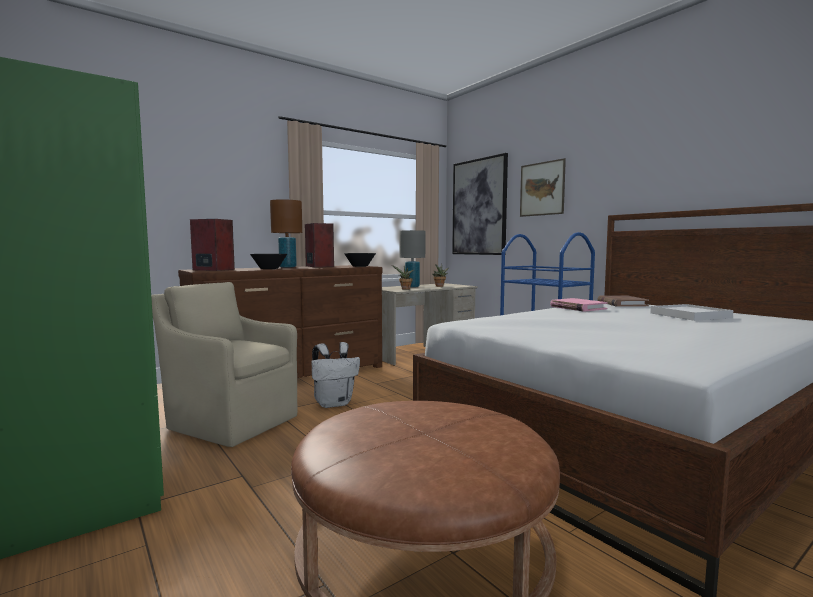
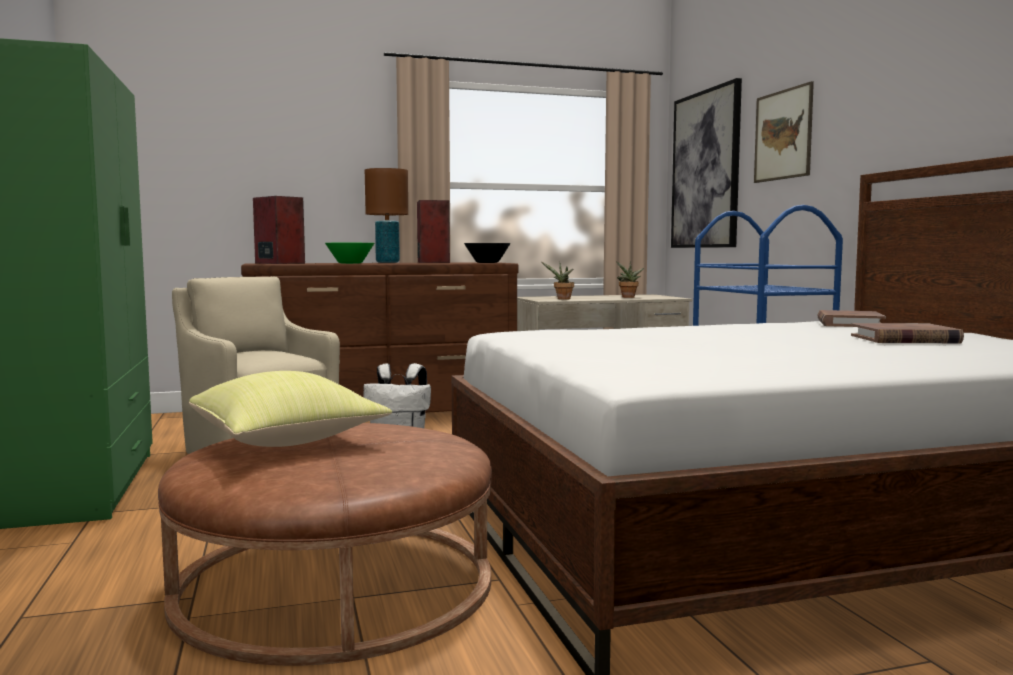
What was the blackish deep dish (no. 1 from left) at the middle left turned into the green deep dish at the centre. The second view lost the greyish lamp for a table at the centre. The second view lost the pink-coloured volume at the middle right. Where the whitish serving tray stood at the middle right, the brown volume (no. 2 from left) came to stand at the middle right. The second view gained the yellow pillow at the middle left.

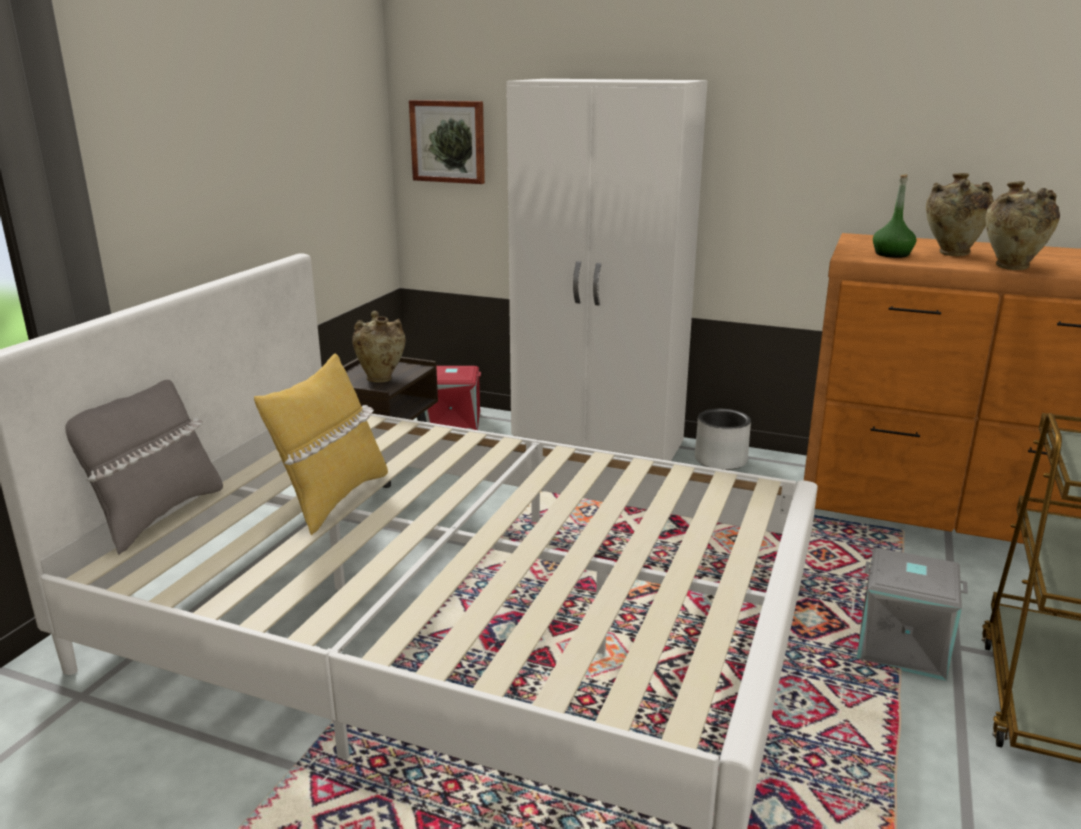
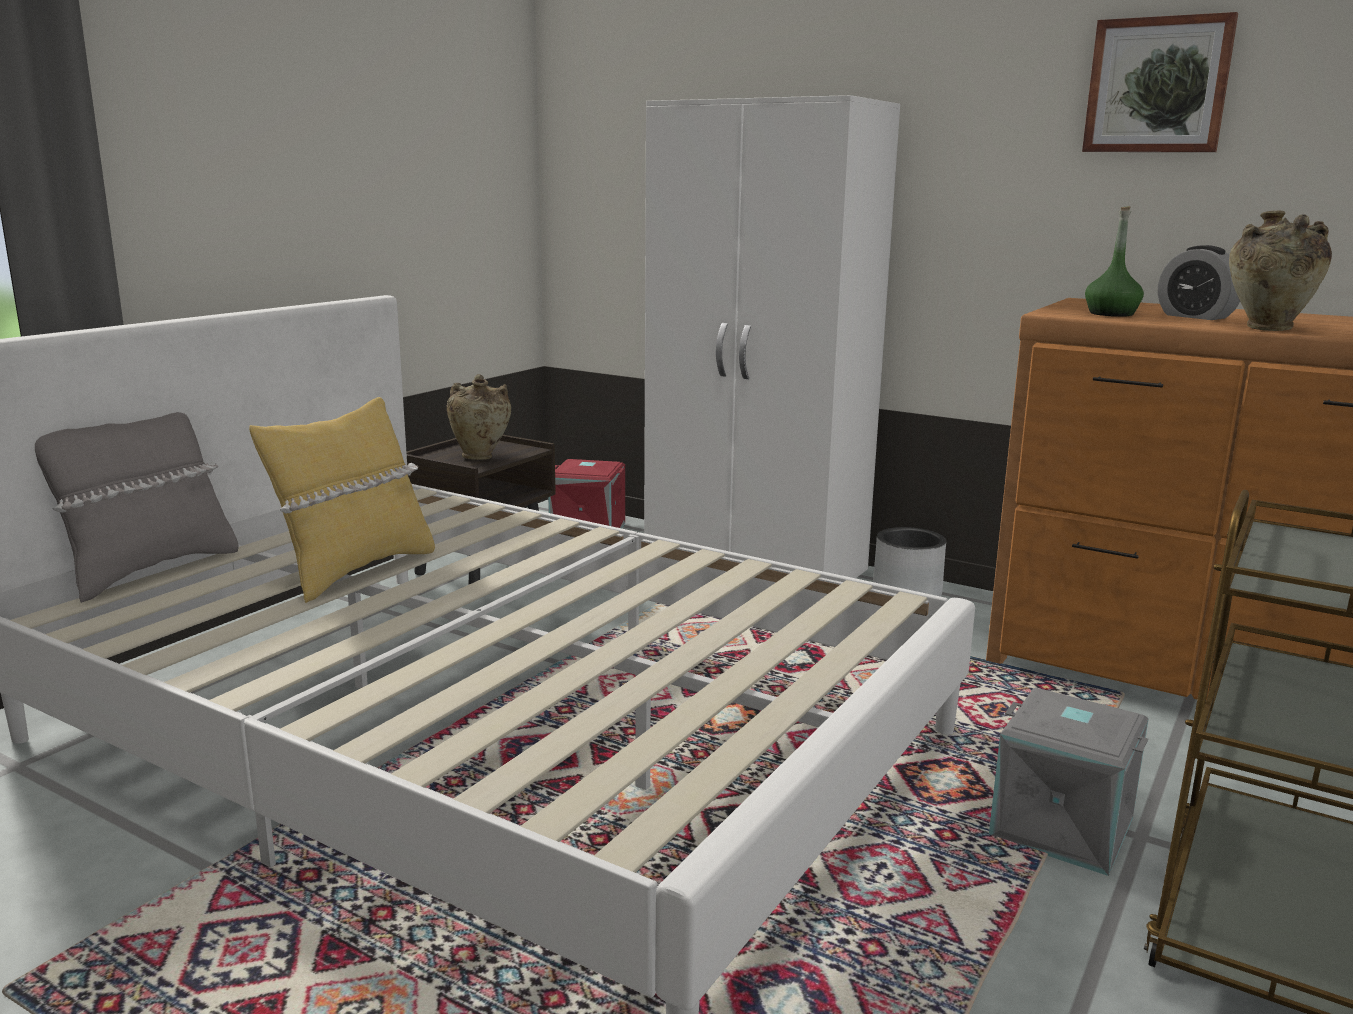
The wall picture ended up elsewhere, having gone from the top centre to the top right. Where the beige decorative vase (no. 2 from left) stood at the top right, the bedside clock came to stand at the top right.

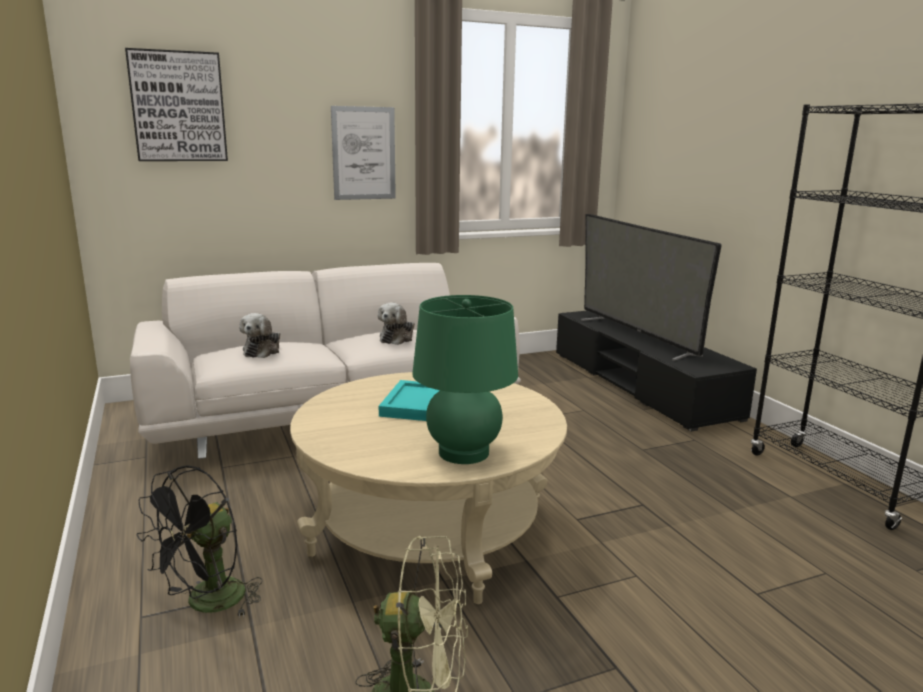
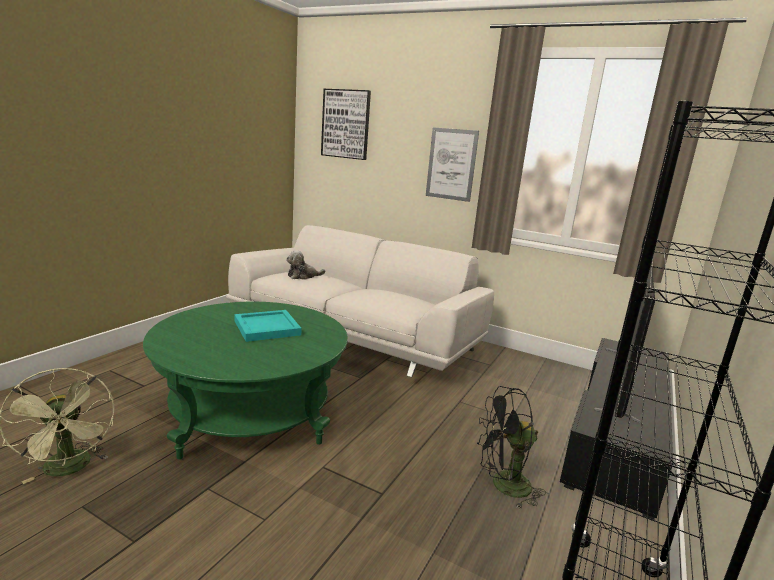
The blackish fan ended up elsewhere, having gone from the bottom left to the bottom centre. What was the beige coffee table at the bottom centre turned into the green coffee table at the middle left. The second view lost the plush toy (no. 2 from left) at the centre. The second view lost the green lamp for a table at the centre.

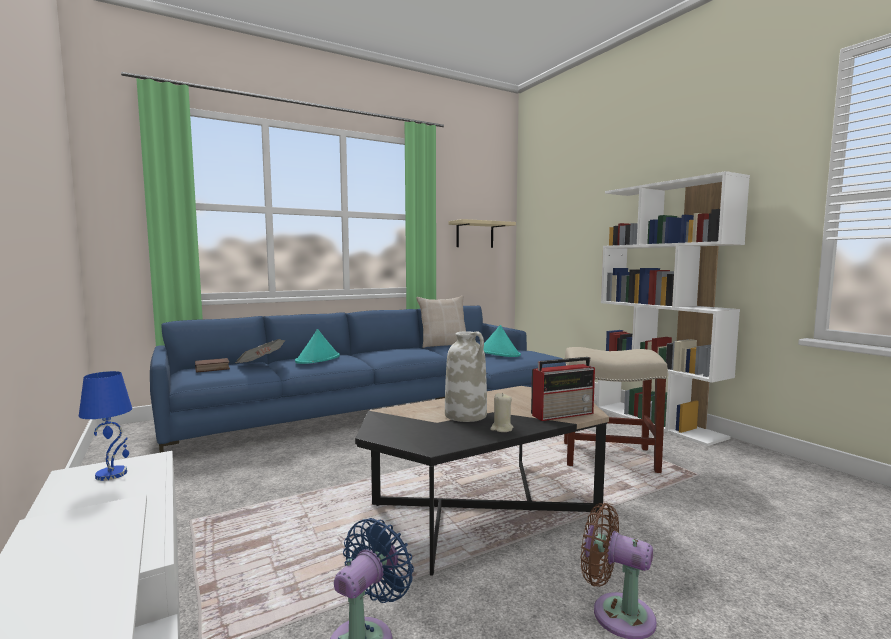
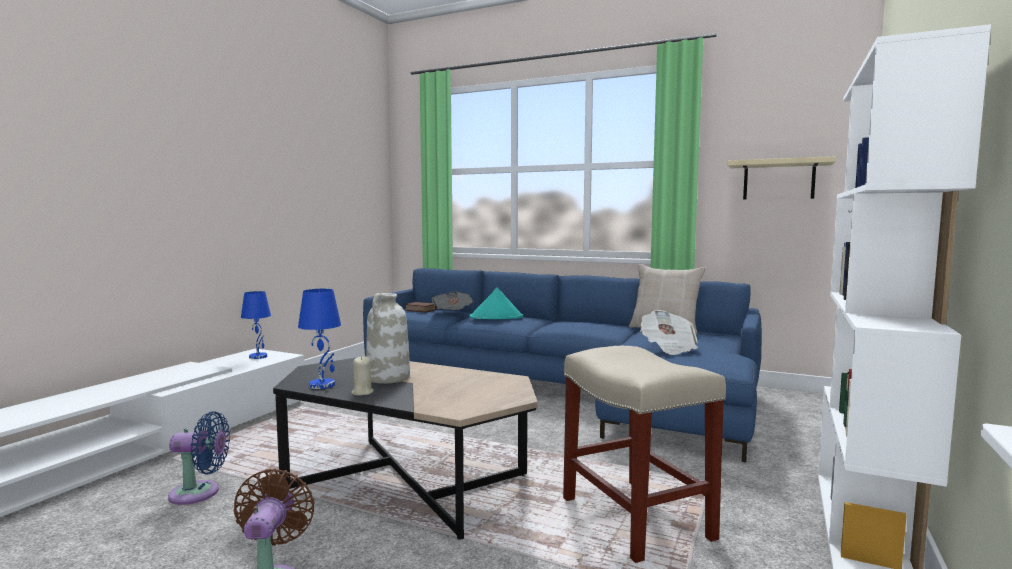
Where the blue-green wearable hat (no. 2 from left) stood at the centre, the newspaper (no. 2 from left) came to stand at the centre. The second view lost the radio receiver at the centre. The second view gained the bluish lamp for a table (no. 2 from left) at the middle left.

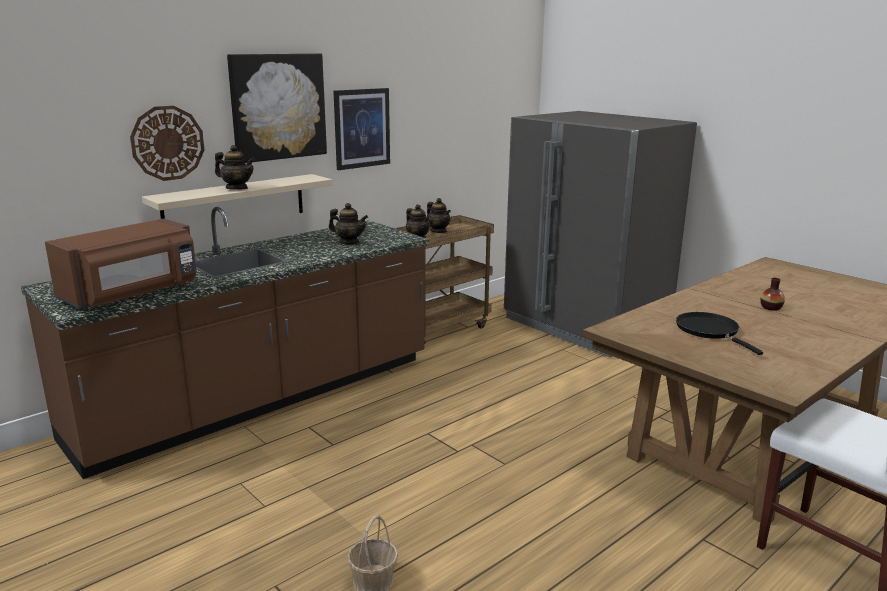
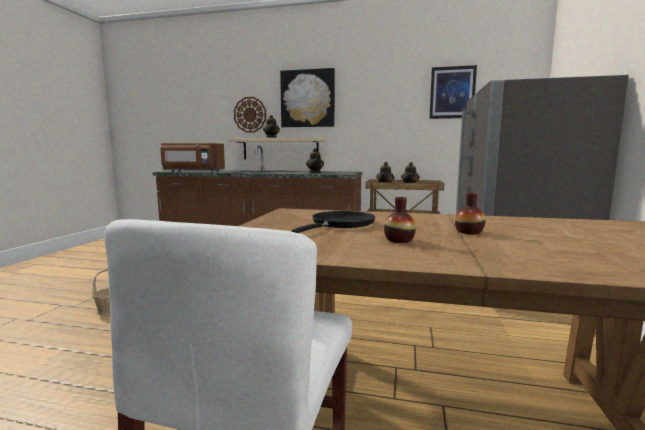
The wall picture (no. 2 from left) ended up elsewhere, having gone from the top centre to the top right. The second view gained the decorative vase (no. 1 from left) at the centre.

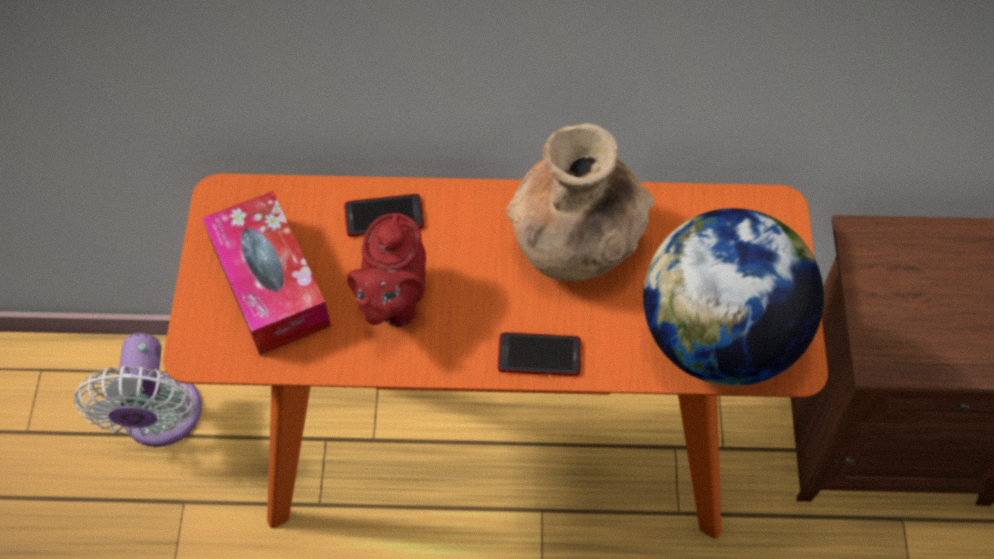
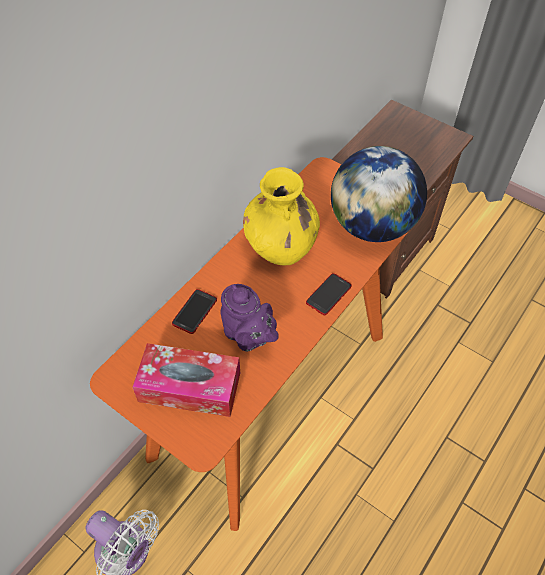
What was the reddish tea pot at the centre turned into the purple-coloured tea pot at the centre. What was the brown decorative vase at the centre turned into the yellow decorative vase at the centre.

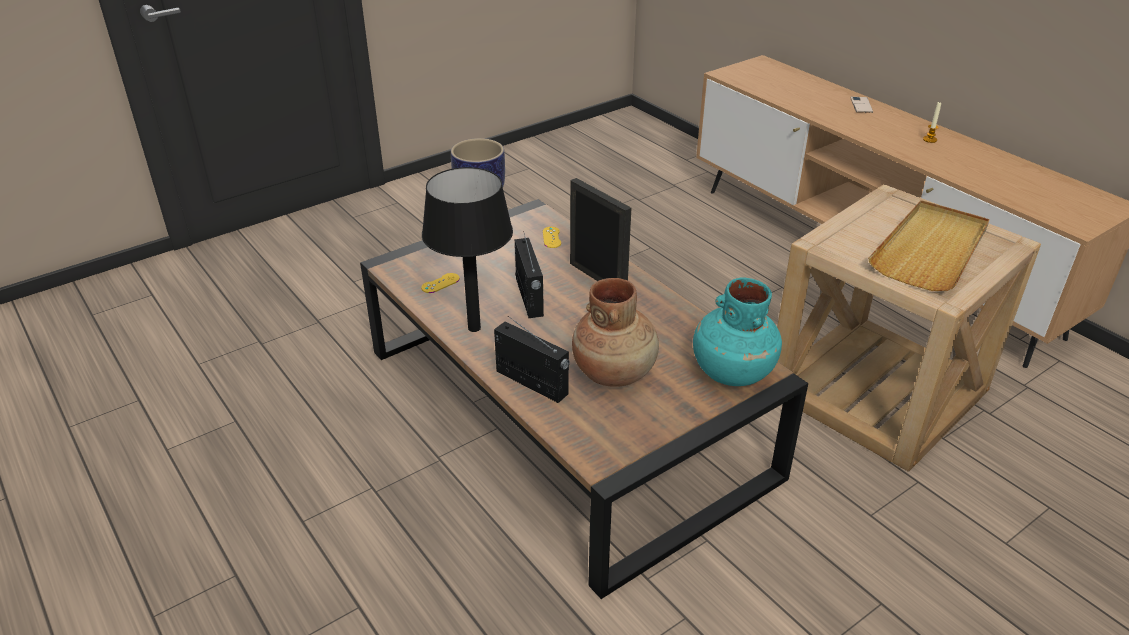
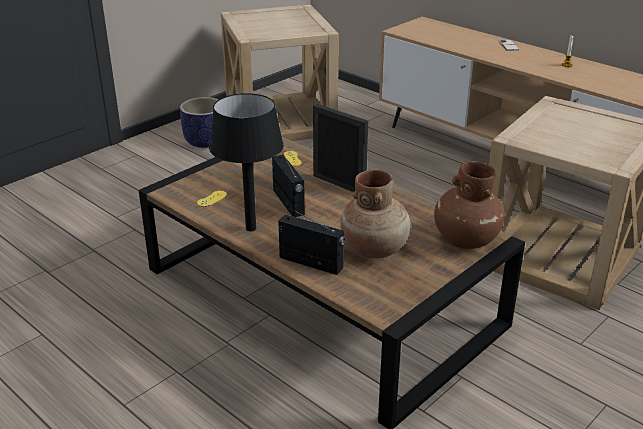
What was the blue-green decorative vase at the centre turned into the brown decorative vase (no. 2 from left) at the middle right. The second view lost the beige serving tray at the middle right. The second view gained the beige end table (no. 1 from left) at the top centre.

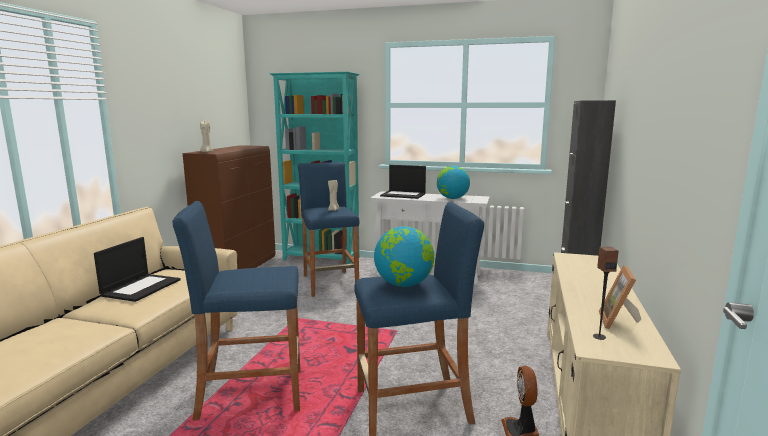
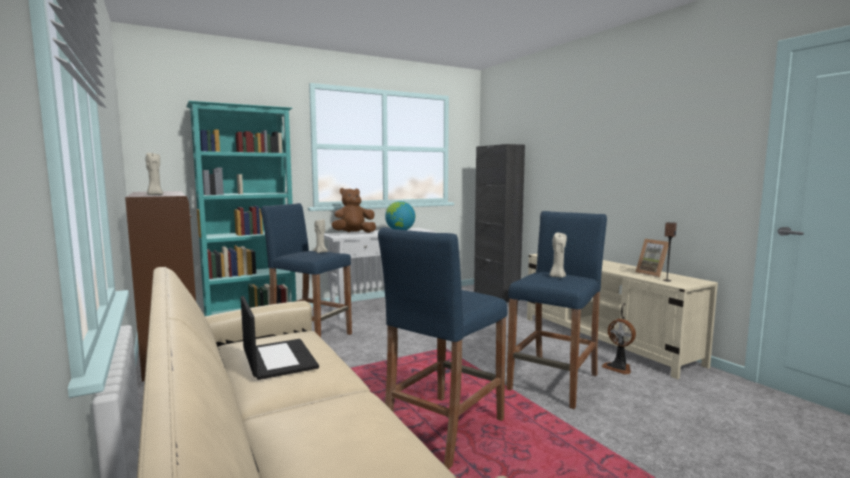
Where the globe (no. 1 from left) stood at the centre, the beige candle (no. 3 from left) came to stand at the centre. Where the laptop (no. 2 from left) stood at the centre, the brown plush toy came to stand at the centre.

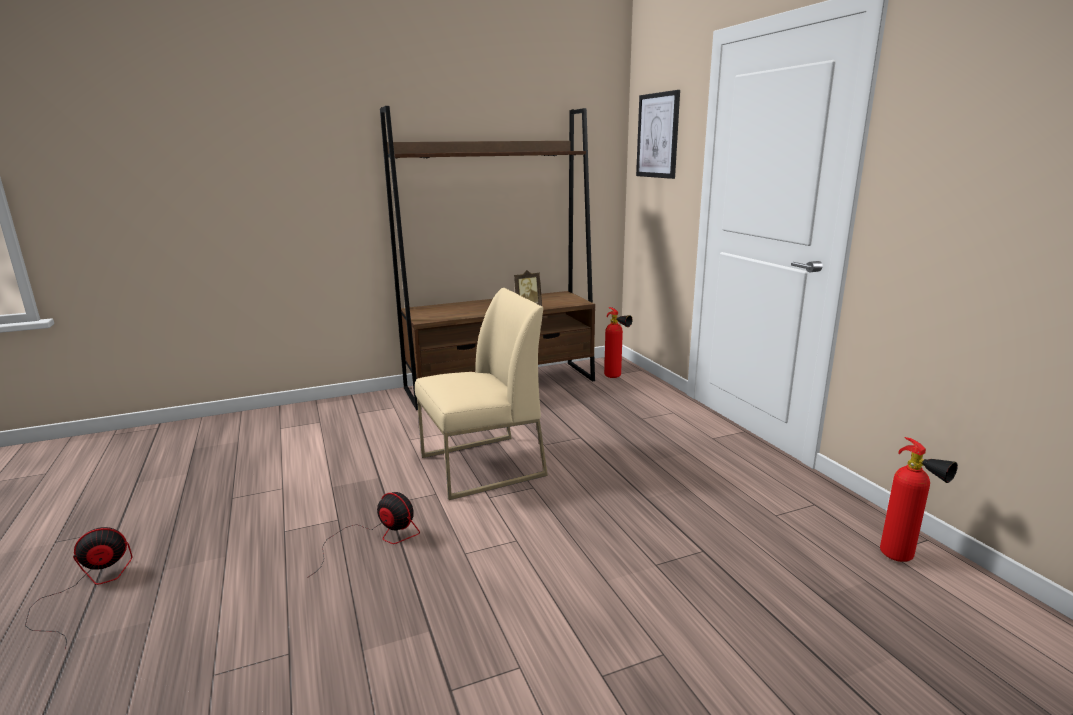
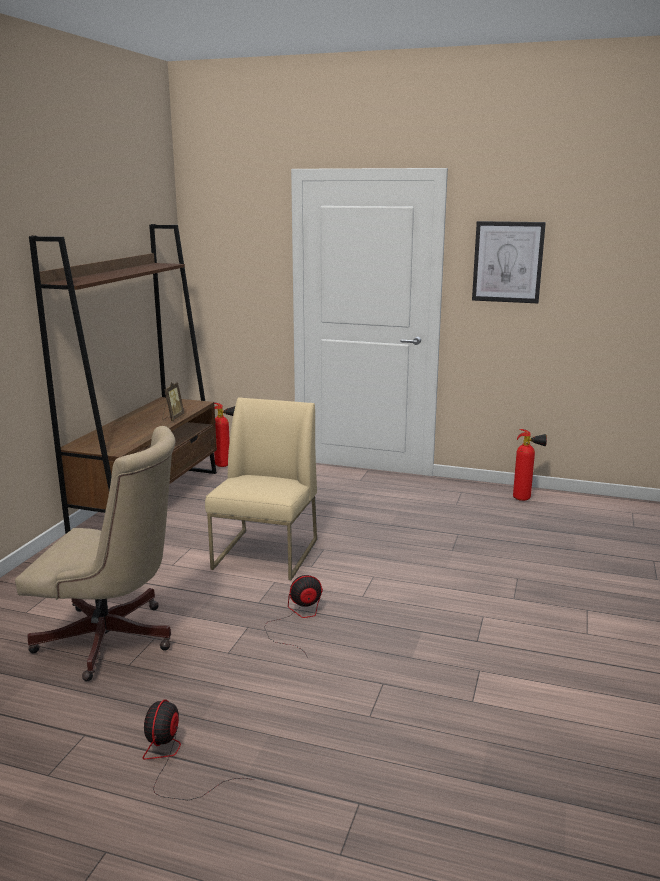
The wall picture ended up elsewhere, having gone from the top centre to the top right. The second view gained the beige desk chair at the middle left.

